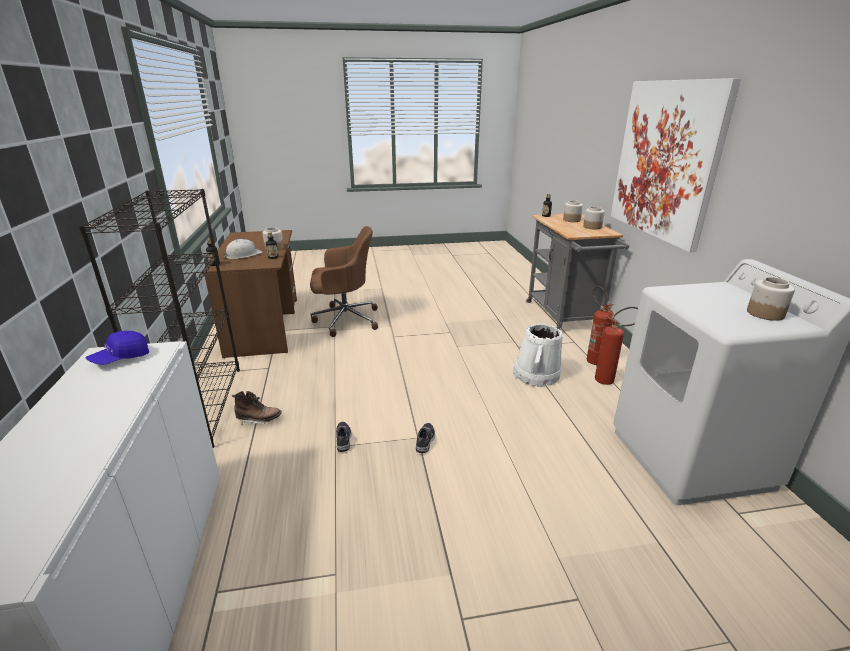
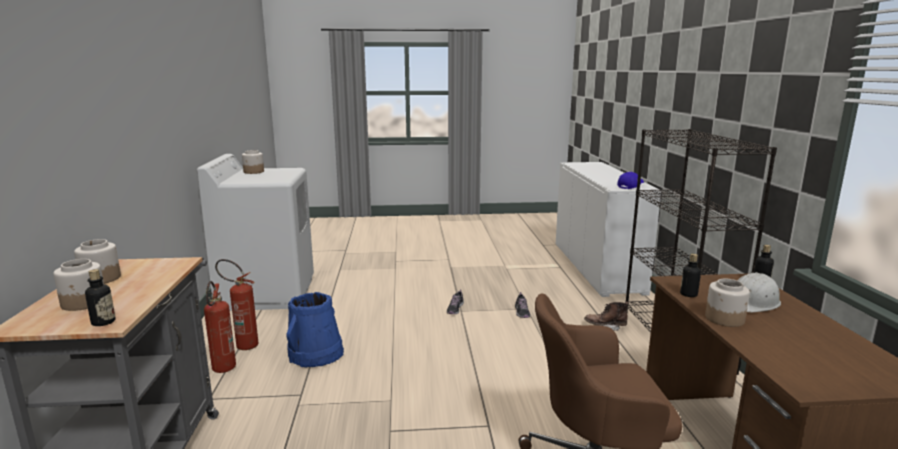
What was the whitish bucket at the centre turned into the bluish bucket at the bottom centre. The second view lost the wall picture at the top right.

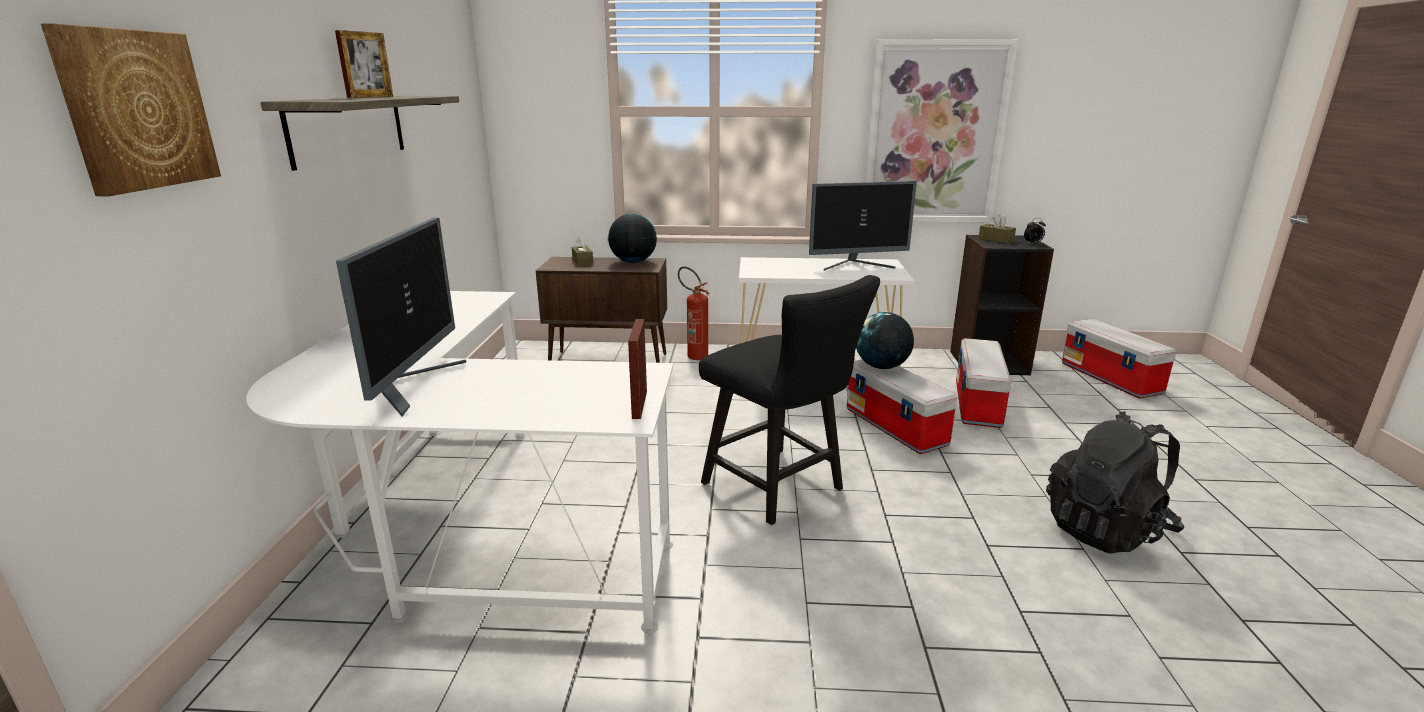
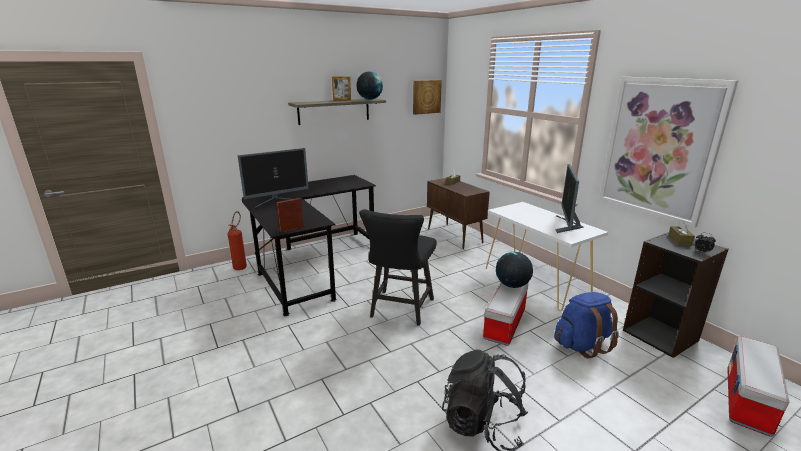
The wall picture (no. 1 from left) ended up elsewhere, having gone from the top left to the top centre. What was the whitish desk table at the middle left turned into the blackish desk table at the centre. The globe (no. 1 from left) ended up elsewhere, having gone from the centre to the top centre. The extinguisher ended up elsewhere, having gone from the centre to the middle left. The monitor (no. 2 from left) at the top centre ended up facing another way, 60 degrees clockwise from before. Where the storage bin (no. 2 from left) stood at the middle right, the bluish rucksack came to stand at the bottom right.

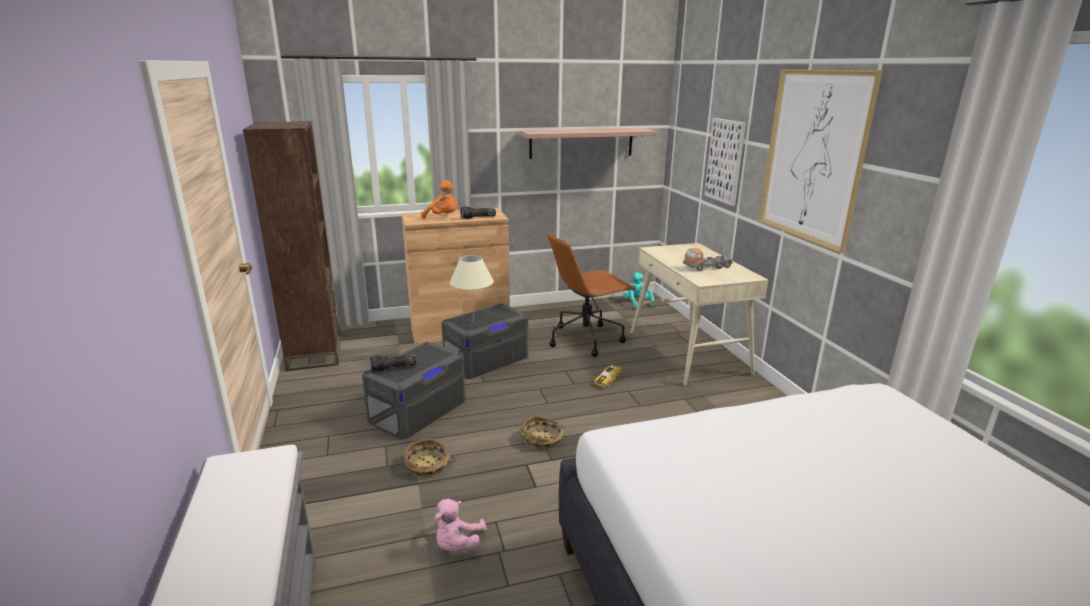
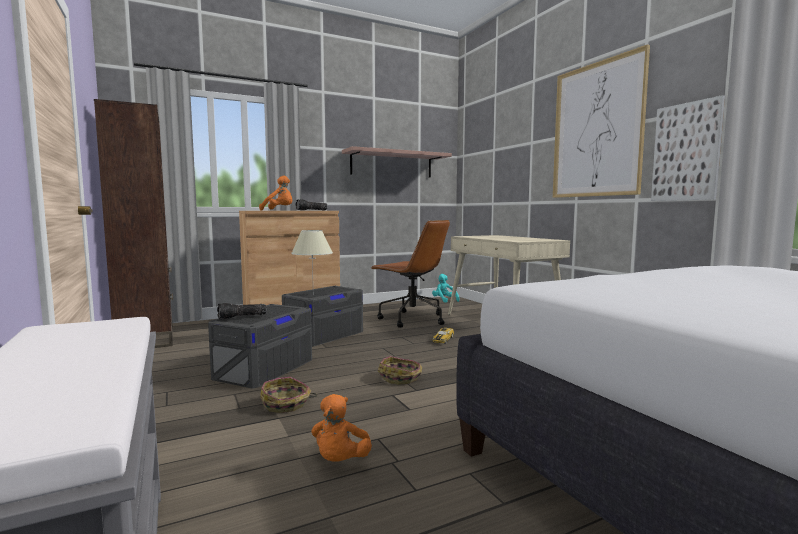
What was the pink-coloured plush toy at the bottom centre turned into the orangey plush toy (no. 2 from left) at the bottom centre. The brown desk chair at the centre ended up facing another way, 105 degrees counterclockwise from before. The second view lost the model truck at the centre. The wall picture (no. 1 from left in the first image) ended up elsewhere, having gone from the top centre to the top right.

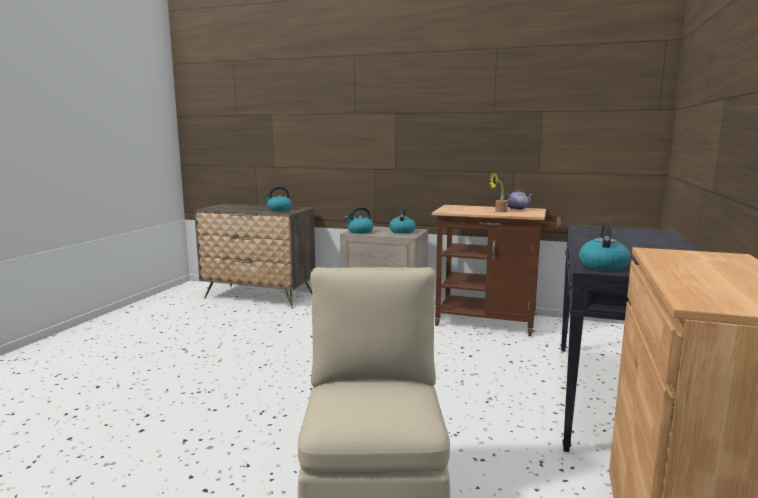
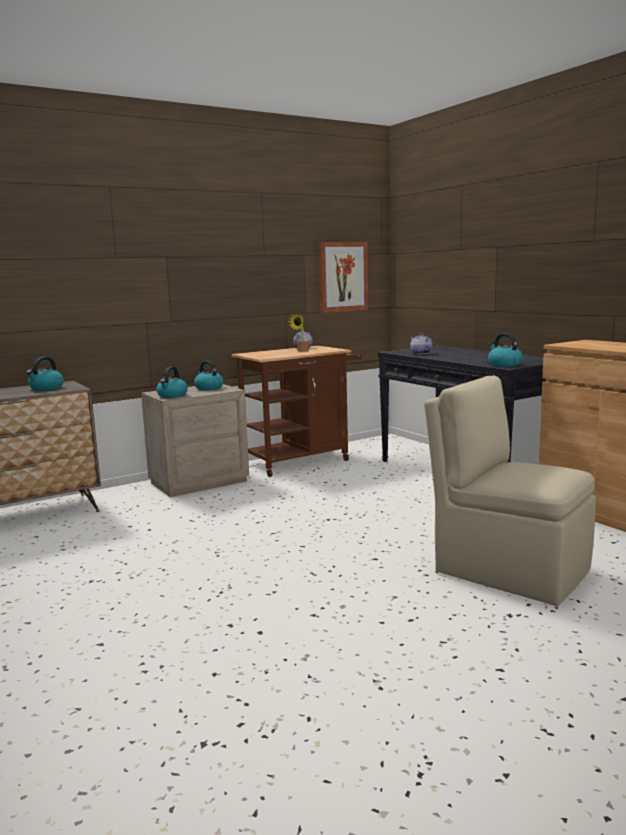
The second view gained the wall picture at the top centre. The second view gained the tea pot (no. 2 from left) at the middle right.

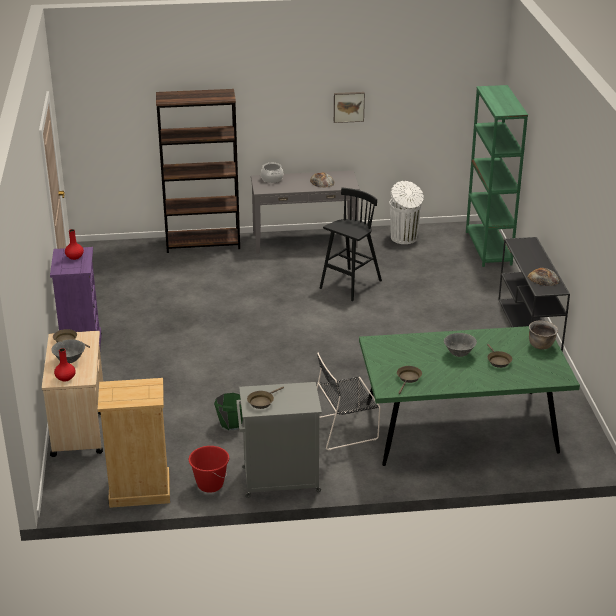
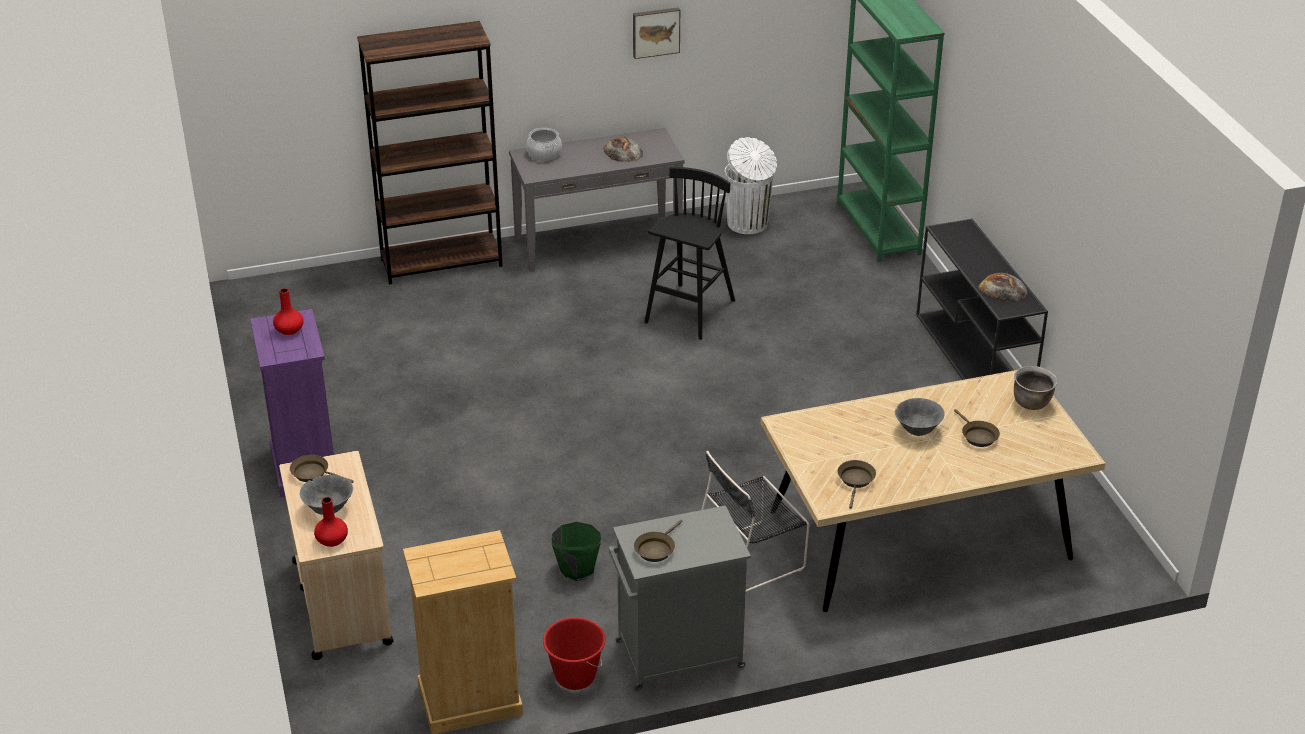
What was the green dinner table at the middle right turned into the beige dinner table at the bottom right.

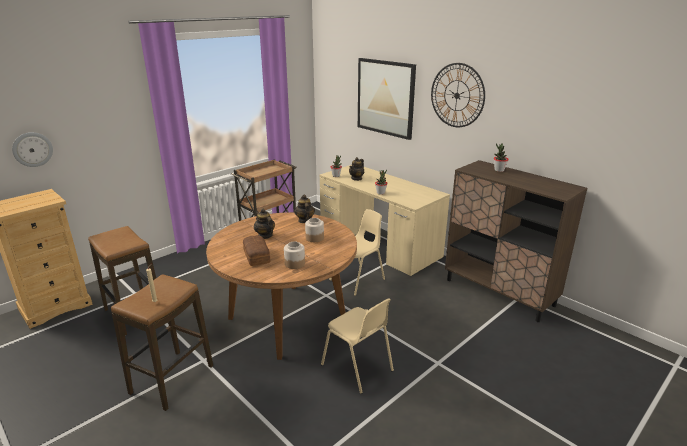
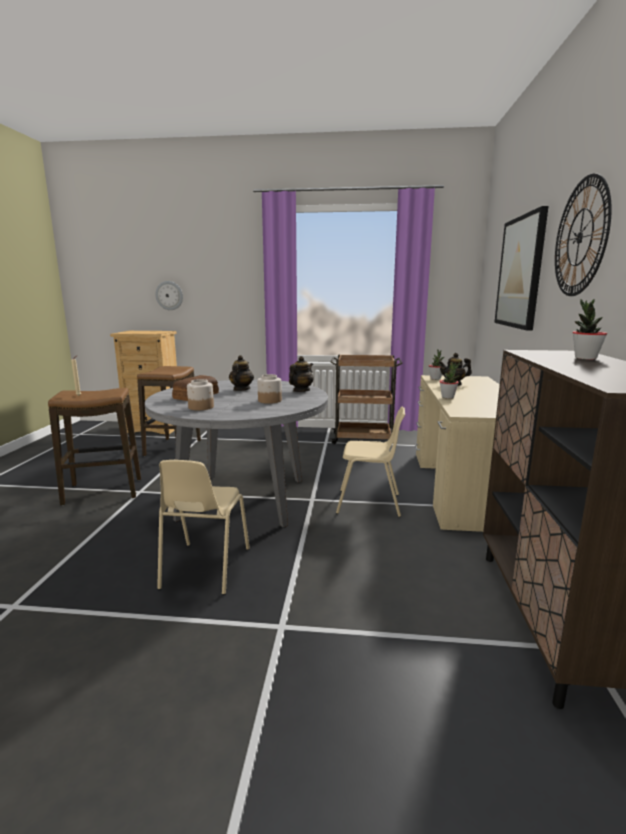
What was the brown dinner table at the centre turned into the greyish dinner table at the centre.

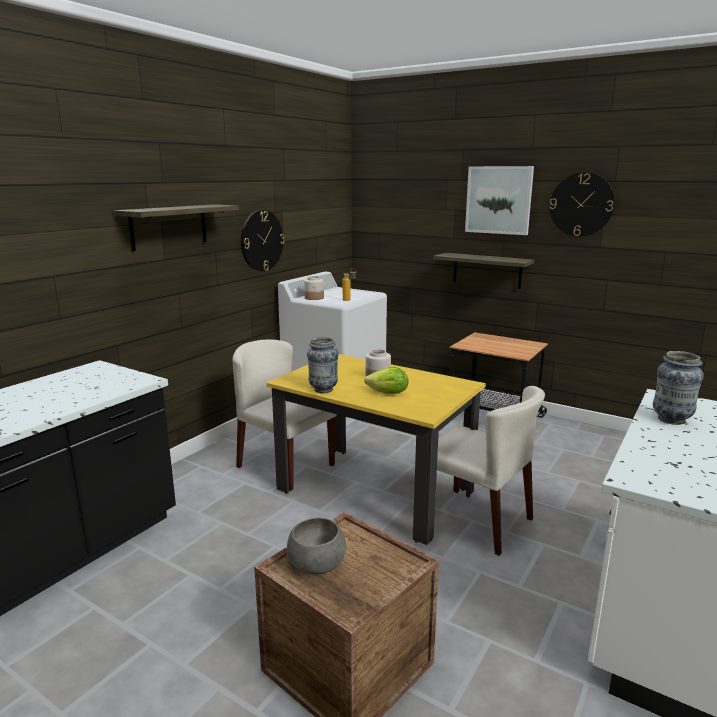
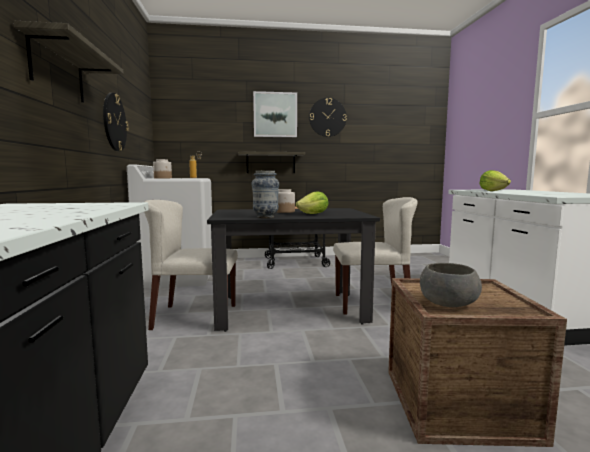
What was the yellow dinner table at the centre turned into the blackish dinner table at the centre. Where the decorative vase (no. 2 from left) stood at the middle right, the lettuce (no. 2 from left) came to stand at the middle right.

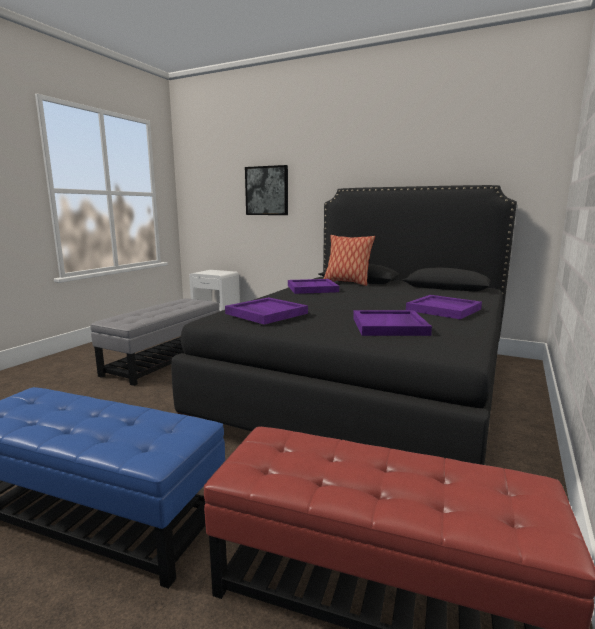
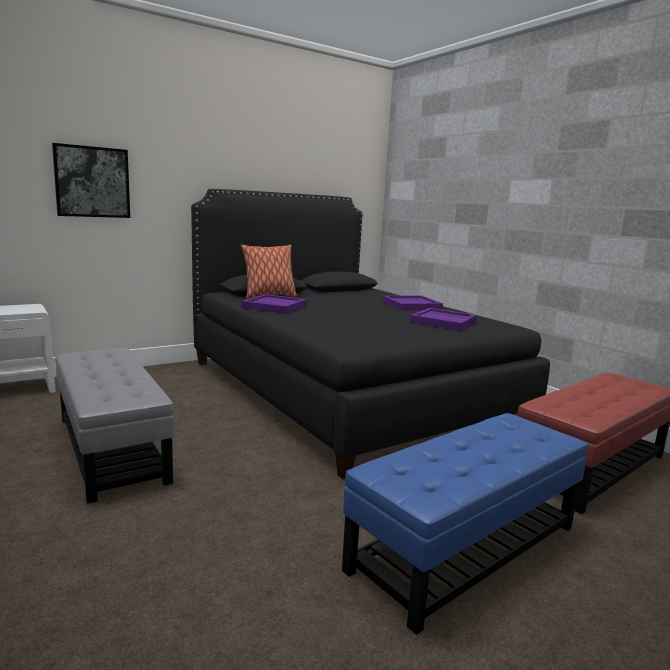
The second view lost the purple-coloured serving tray (no. 1 from left) at the centre.

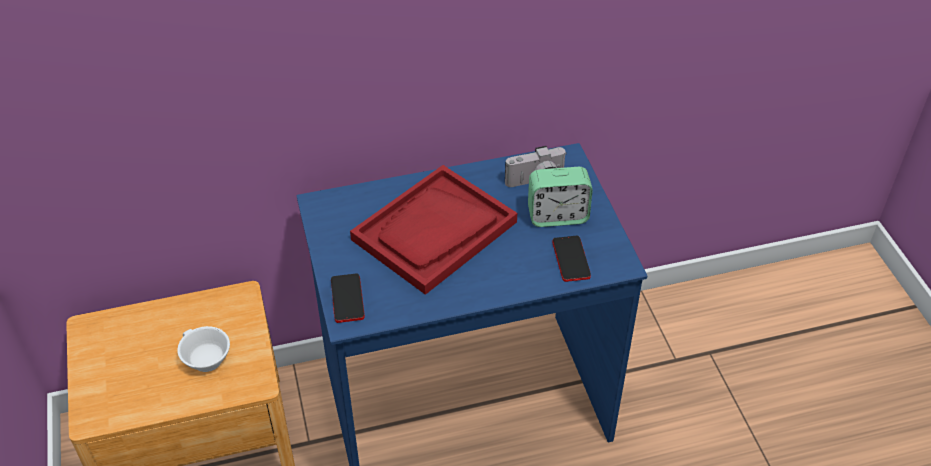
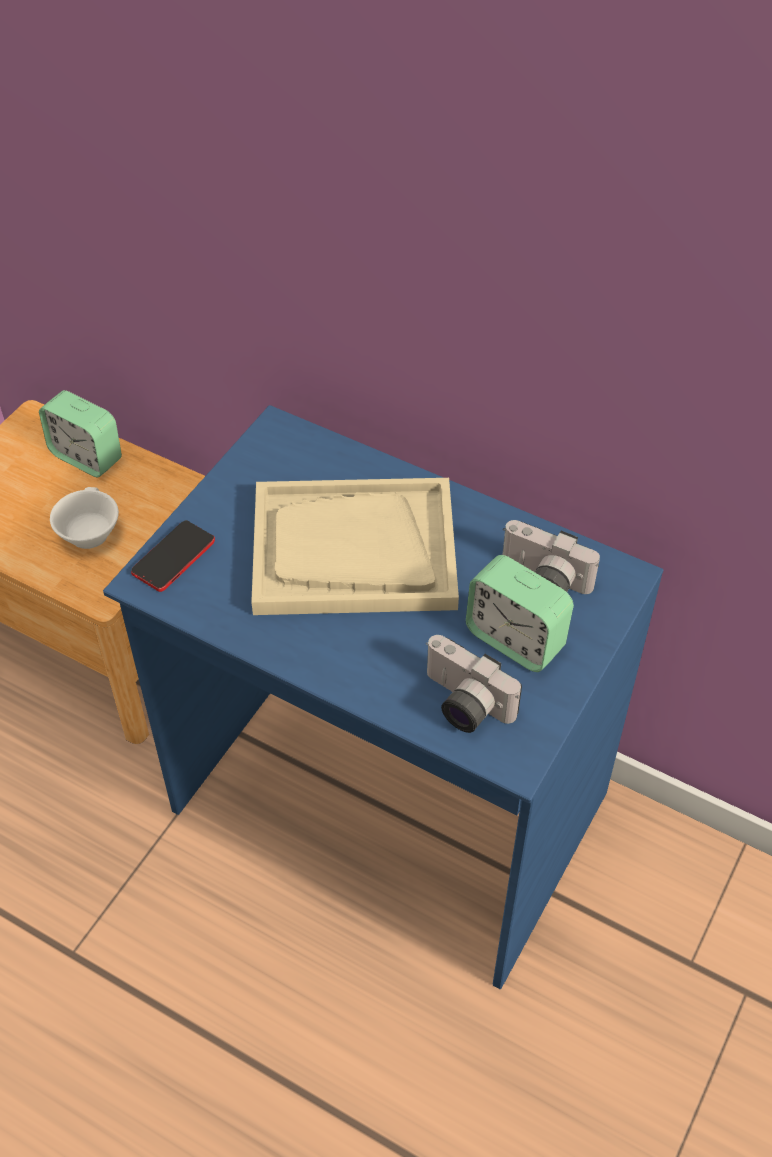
What was the reddish serving tray at the centre turned into the beige serving tray at the centre. Where the phone (no. 2 from left) stood at the centre, the still camera (no. 1 from left) came to stand at the centre. The second view gained the bedside clock (no. 1 from left) at the middle left.

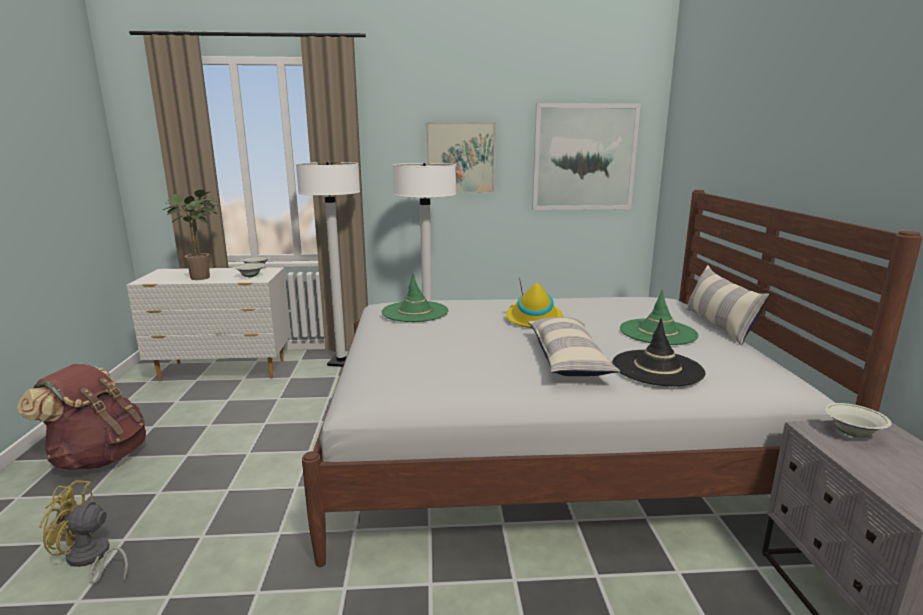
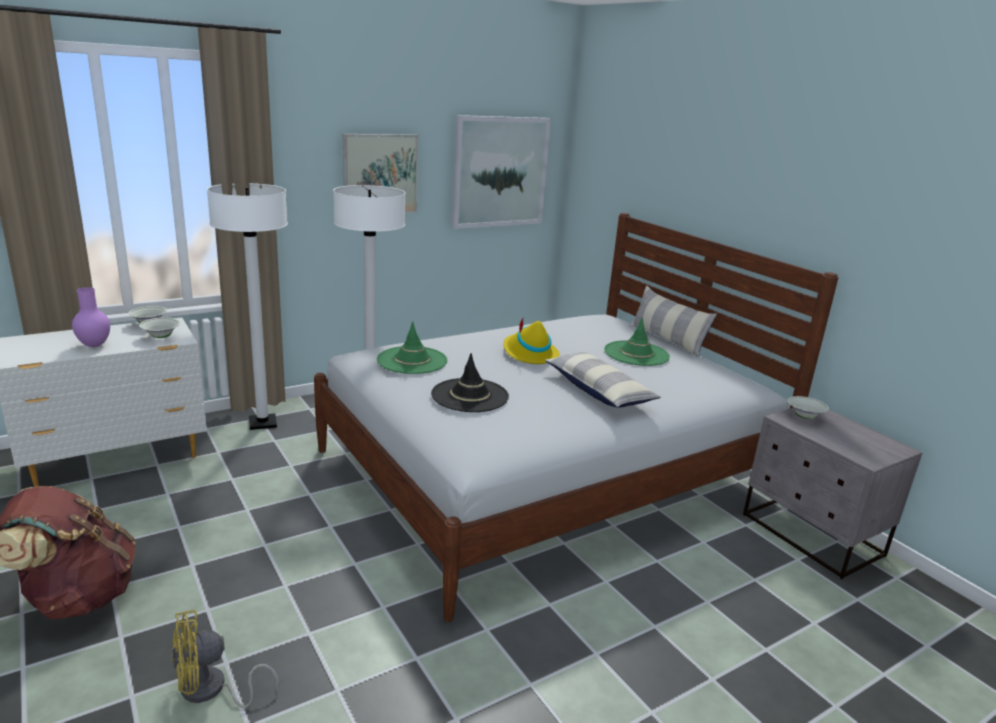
Where the plant in a pot stood at the middle left, the purple-coloured decorative vase came to stand at the middle left. The blackish wearable hat ended up elsewhere, having gone from the middle right to the centre.

